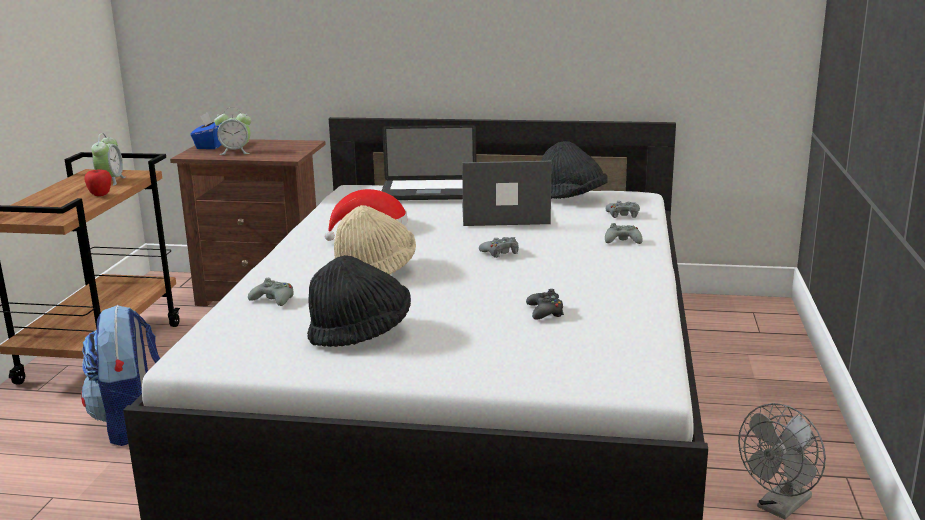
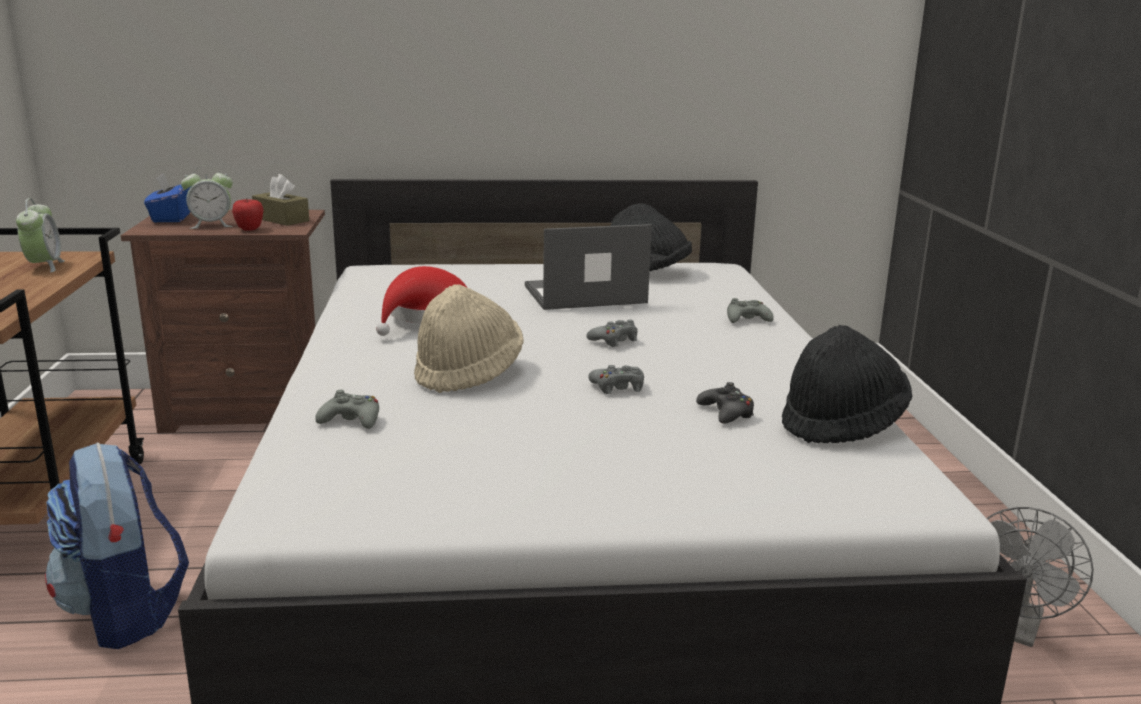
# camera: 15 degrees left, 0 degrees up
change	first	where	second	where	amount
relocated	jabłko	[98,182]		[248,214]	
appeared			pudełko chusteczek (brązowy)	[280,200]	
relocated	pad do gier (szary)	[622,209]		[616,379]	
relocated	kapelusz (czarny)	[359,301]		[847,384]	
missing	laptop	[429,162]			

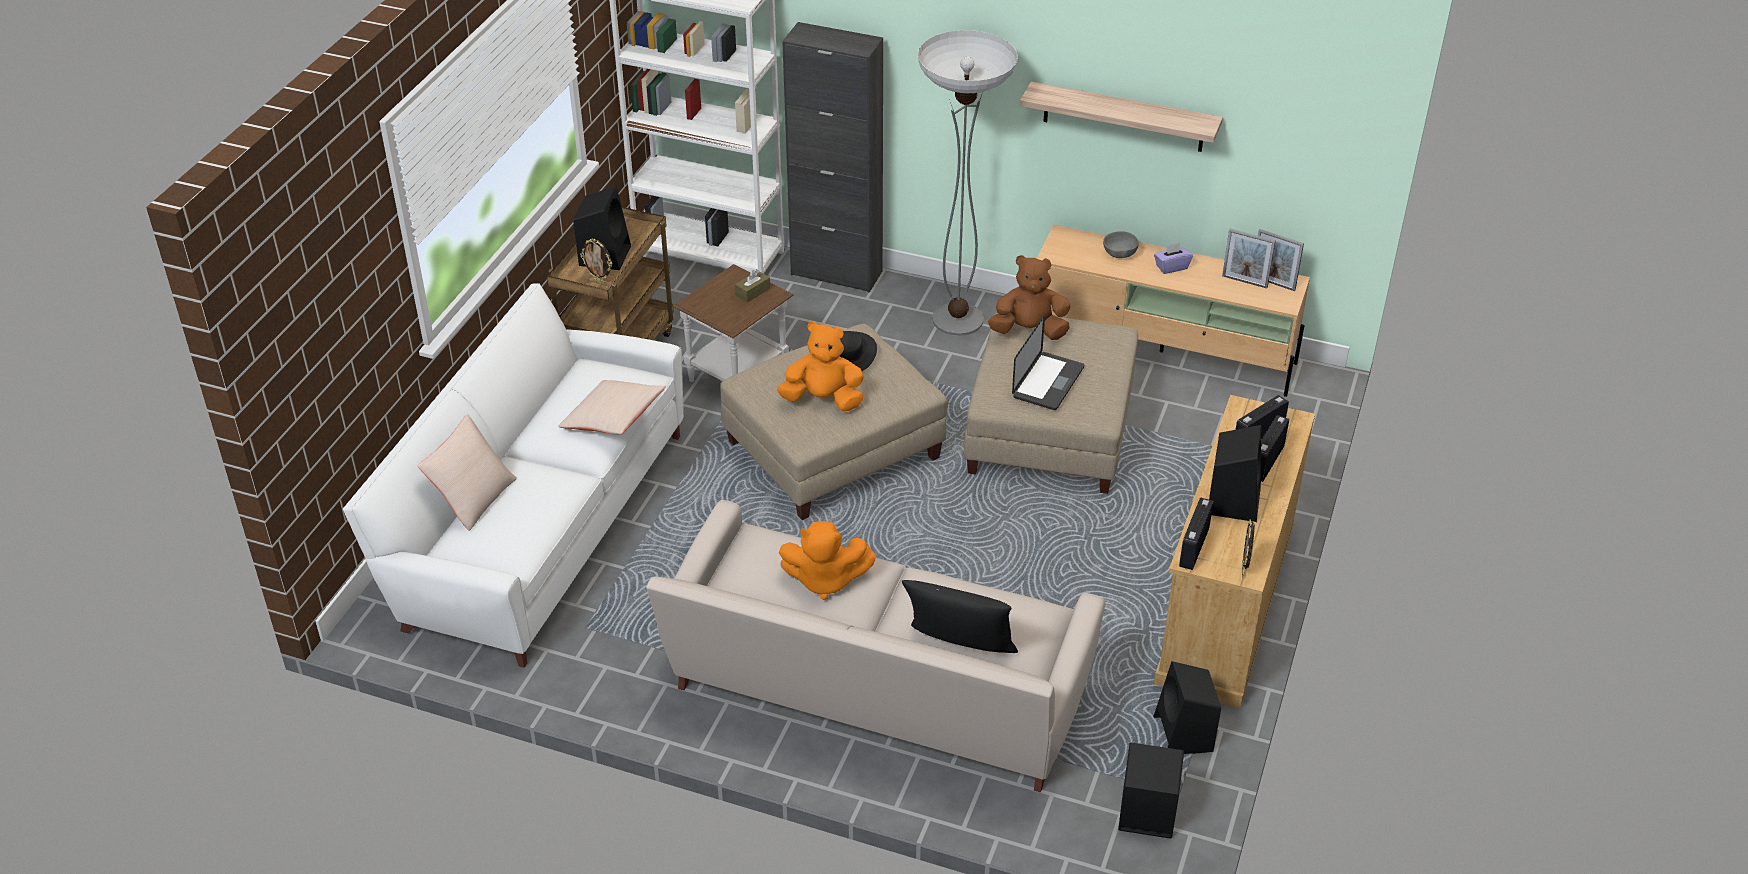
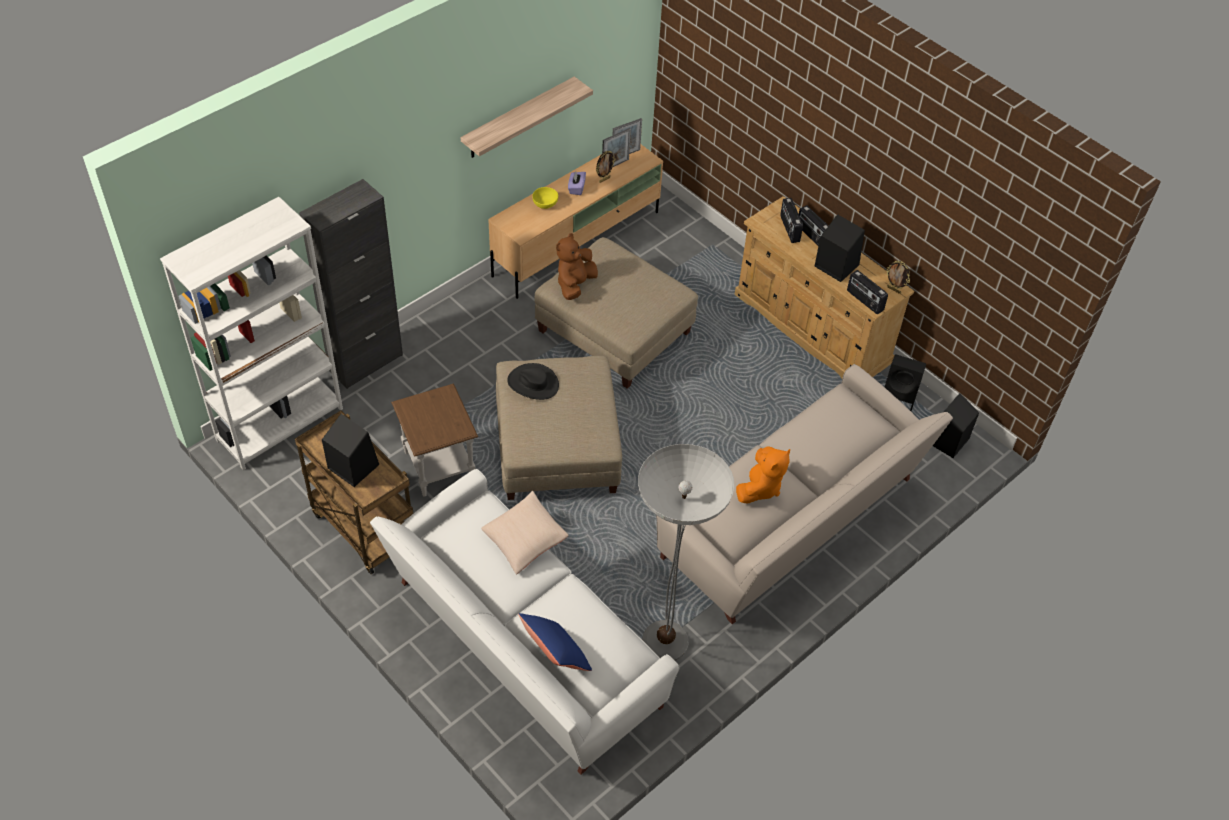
# camera: 65 degrees left, 10 degrees up
change	first	where	second	where	amount
colour	poduszka (beżowy)	[467,472]	poduszka (niebieski)	[555,642]	
colour	miska (szary)	[1121,244]	miska (żółty)	[545,198]	
relocated	ramka na zdjęcie	[596,262]		[606,167]	
relocated	lampa stojąca	[968,183]		[686,552]	
missing	pudełko chusteczek (brązowy)	[752,286]			
missing	pluszak (pomarańczowy)	[820,366]			
missing	poduszka (czarny)	[960,616]			
missing	laptop	[1048,362]			

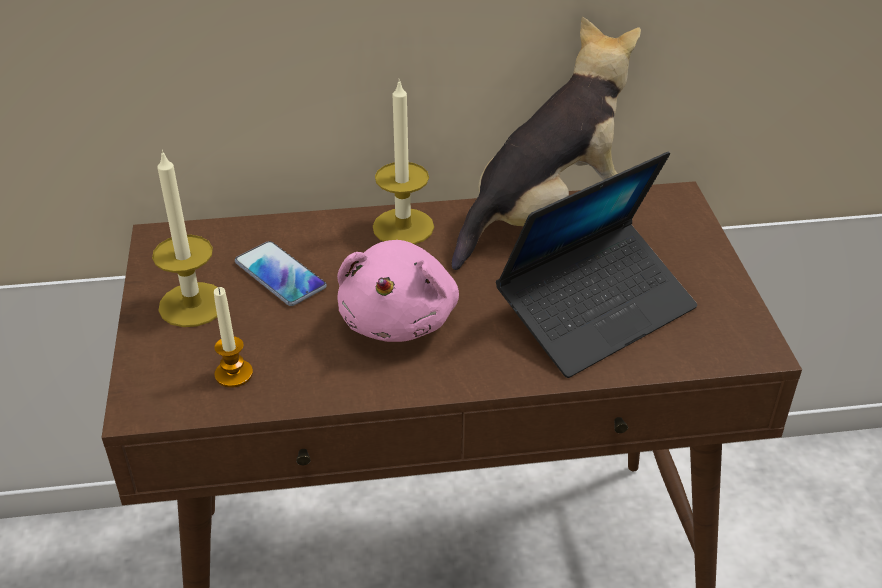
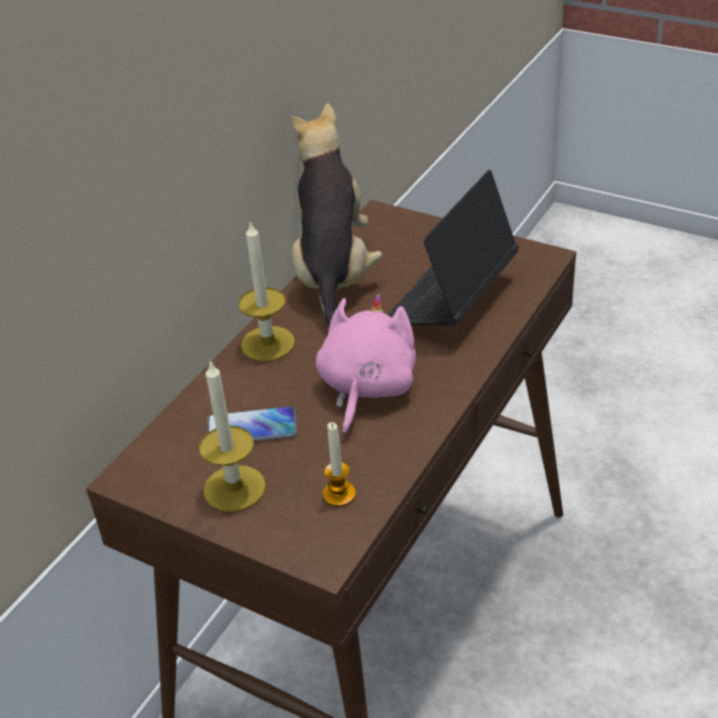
# camera: 50 degrees left, 0 degrees up
change	first	where	second	where	amount
spun	pluszak (różowy)	[398,291]		[366,364]	120 degrees counterclockwise
spun	laptop	[596,264]		[453,248]	150 degrees counterclockwise

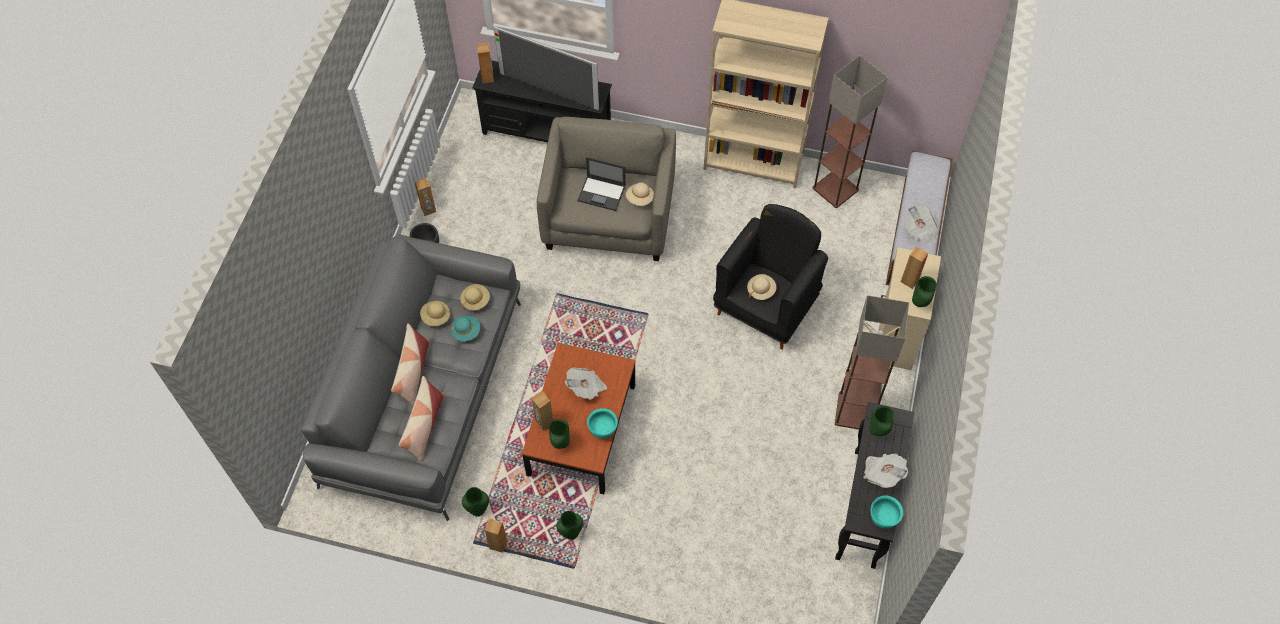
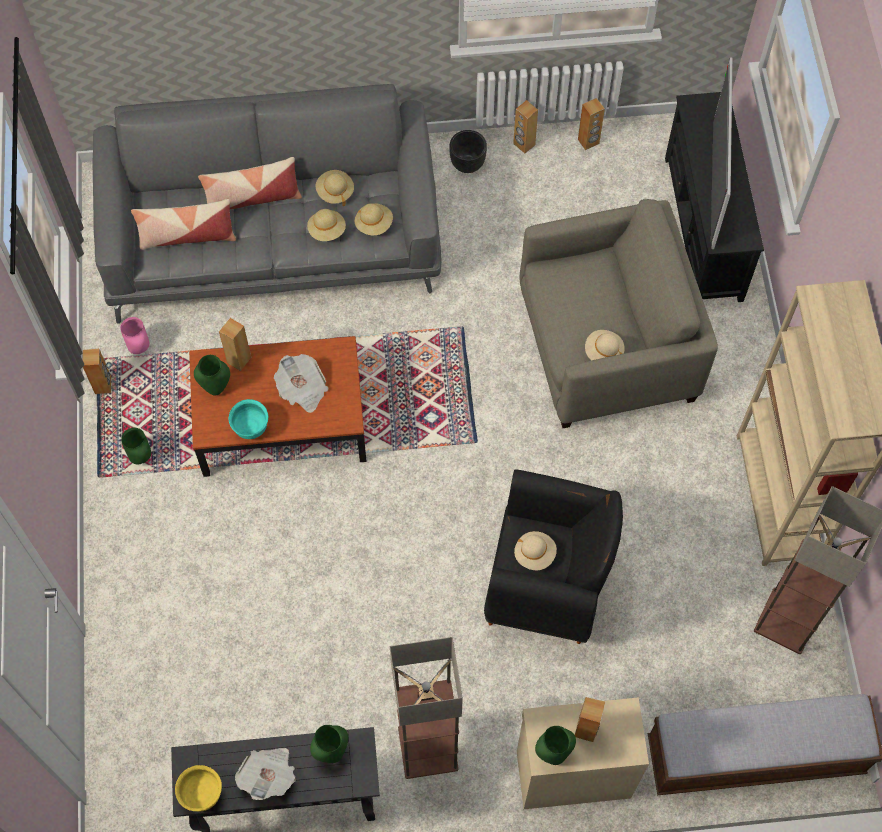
# camera: 70 degrees right, 5 degrees up
change	first	where	second	where	amount
colour	wazon (zielony)	[475,502]	wazon (różowy)	[135,335]	
colour	miska (turkusowy)	[887,512]	miska (żółty)	[198,788]	
colour	kapelusz (turkusowy)	[465,328]	kapelusz (beżowy)	[326,225]	
relocated	głośnik (brązowy)	[485,63]		[591,124]	
missing	laptop	[601,184]			
missing	gazeta	[921,225]			

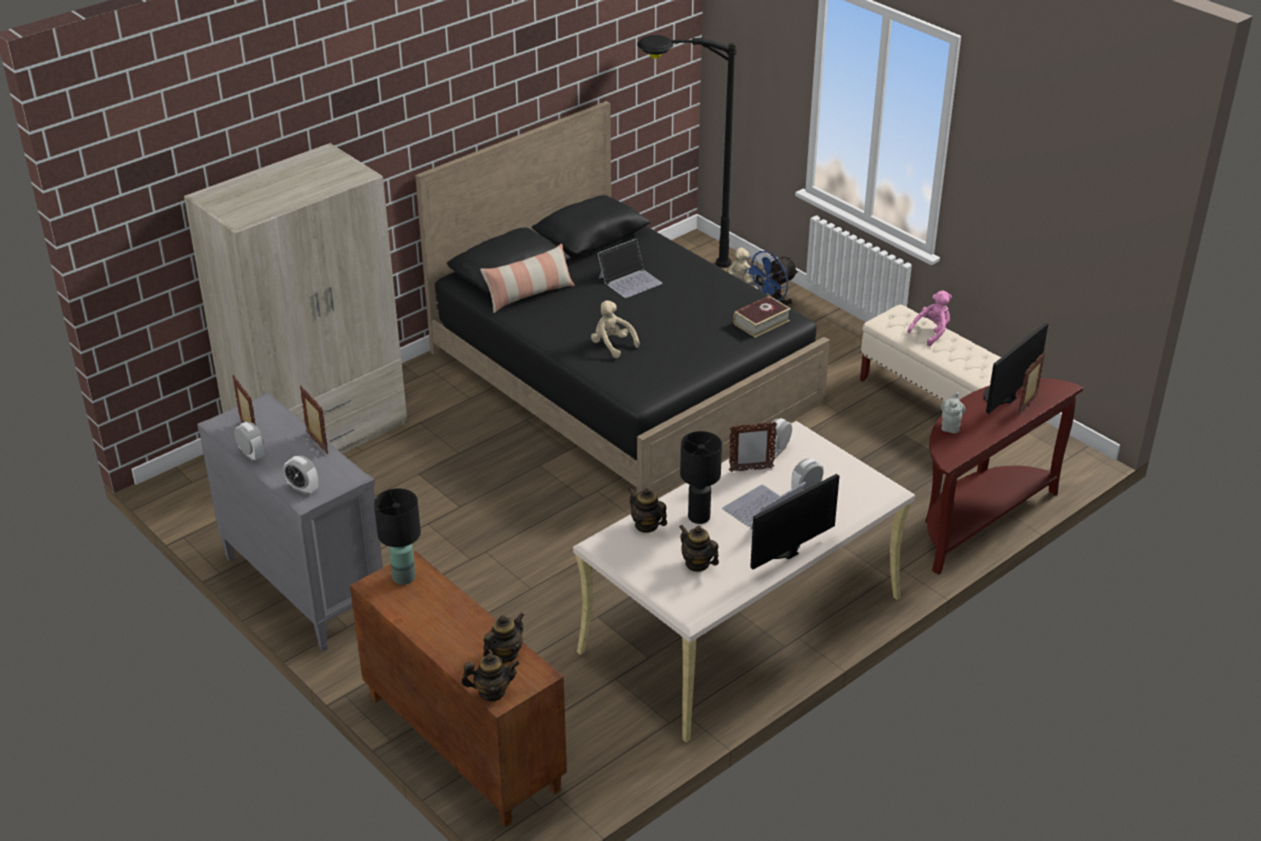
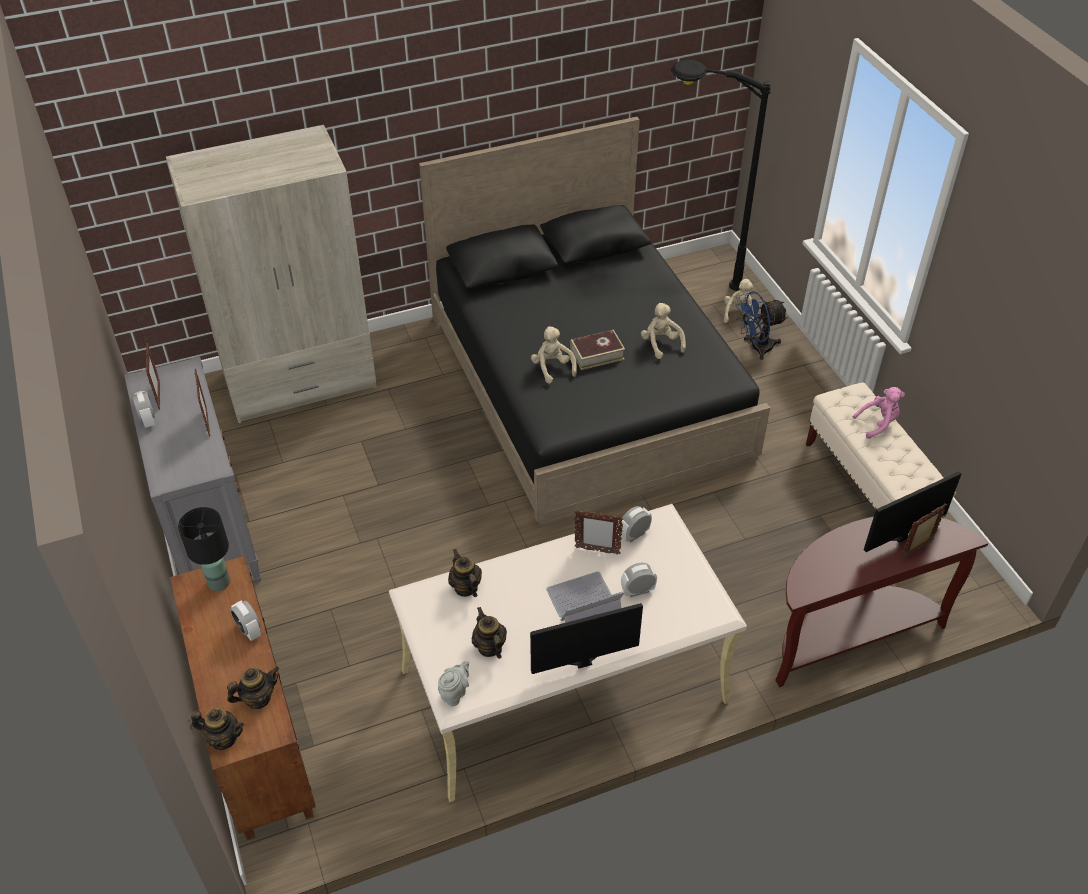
# camera: 20 degrees right, 10 degrees up
change	first	where	second	where	amount
relocated	budzik	[301,475]		[245,620]	
relocated	imbryk (szary)	[953,412]		[453,683]	
relocated	książka	[762,317]		[597,350]	
appeared			pluszak (beżowy)	[663,331]	
missing	poduszka	[527,278]			
missing	laptop	[630,268]			
missing	lampa stołowa (czarny)	[701,477]			

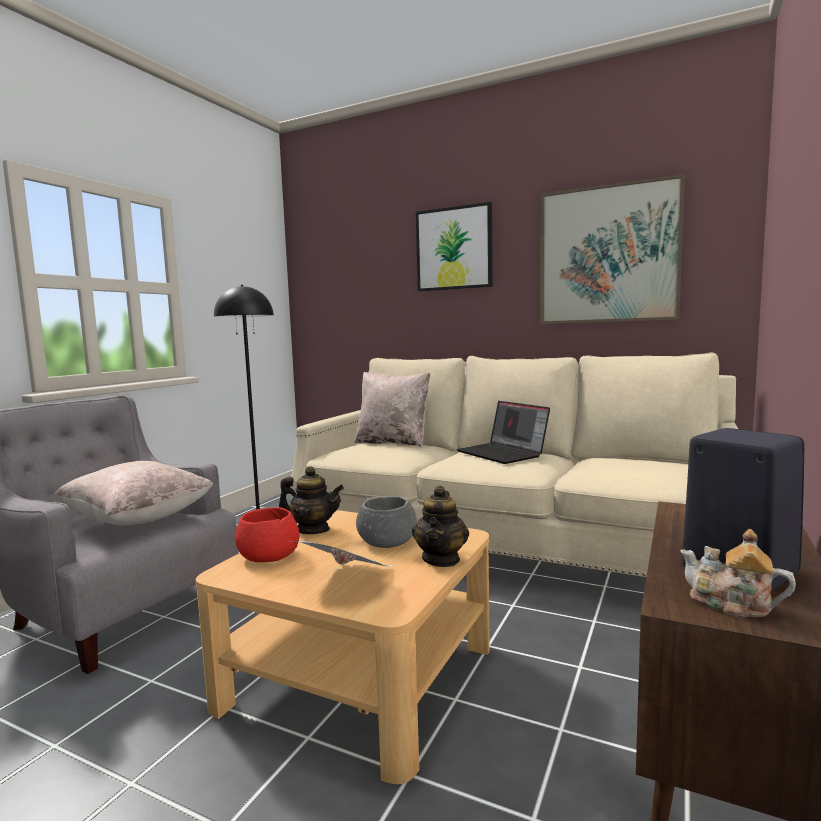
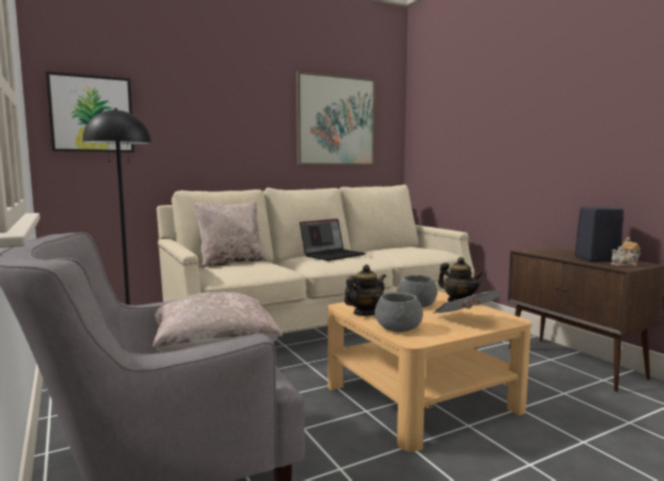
# camera: 55 degrees left, 0 degrees up
change	first	where	second	where	amount
relocated	obraz	[454,246]		[90,112]	
spun	laptop	[503,432]		[332,240]	45 degrees counterclockwise
colour	miska (czerwony)	[267,534]	miska (szary)	[399,312]	

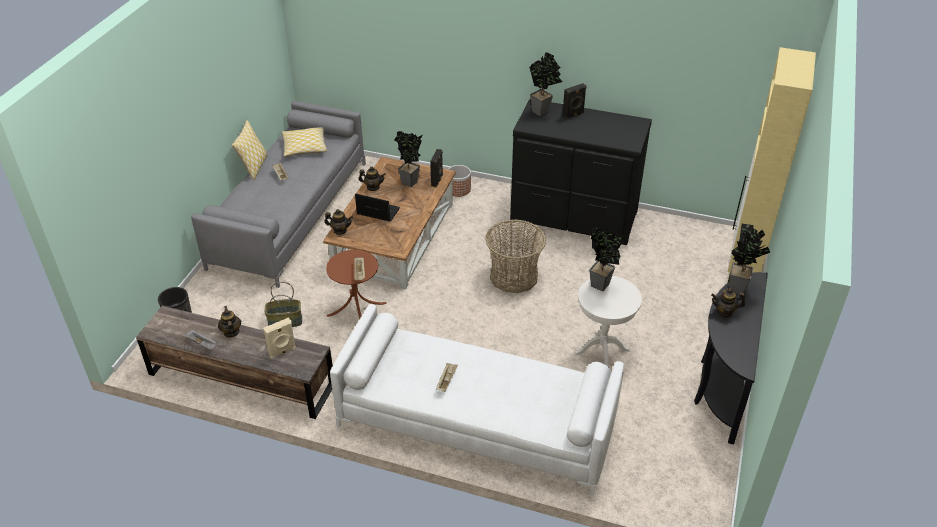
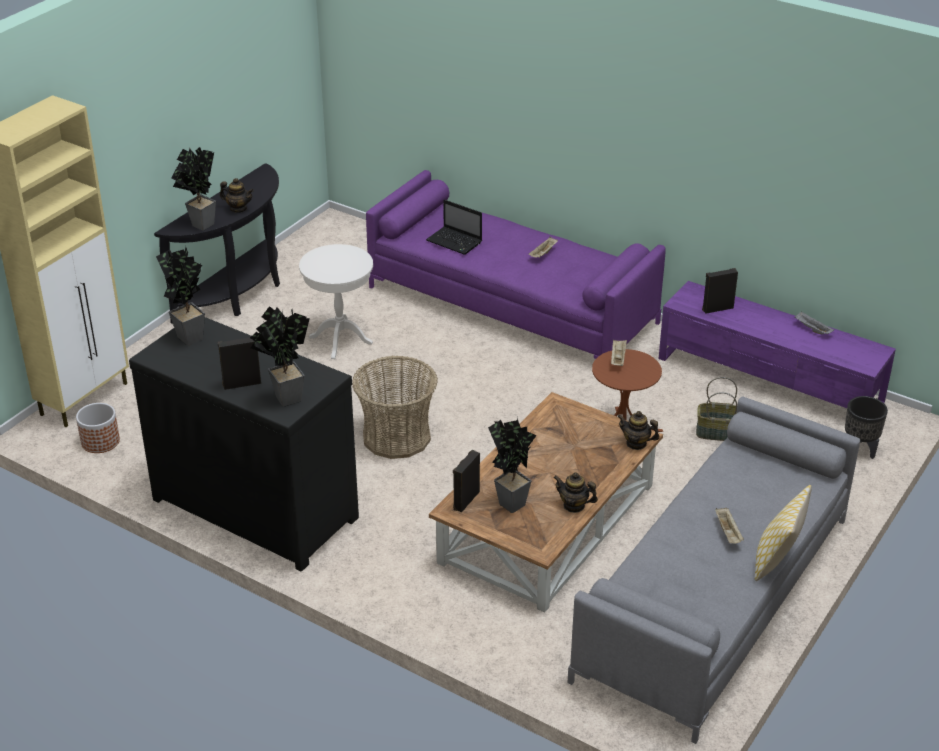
# camera: 165 degrees left, 5 degrees down
change	first	where	second	where	amount
relocated	donica	[459,181]		[98,428]	
relocated	roślina doniczkowa	[606,259]		[180,296]	
colour	kanapa (biały)	[477,400]	kanapa (fioletowy)	[516,264]	
relocated	laptop	[377,207]		[454,227]	
colour	szafka pod telewizor (brązowy)	[234,362]	szafka pod telewizor (fioletowy)	[777,344]	
colour	głośnik (beżowy)	[279,338]	głośnik (czarny)	[720,290]	
missing	imbryk	[229,322]			
missing	poduszka	[304,142]			

